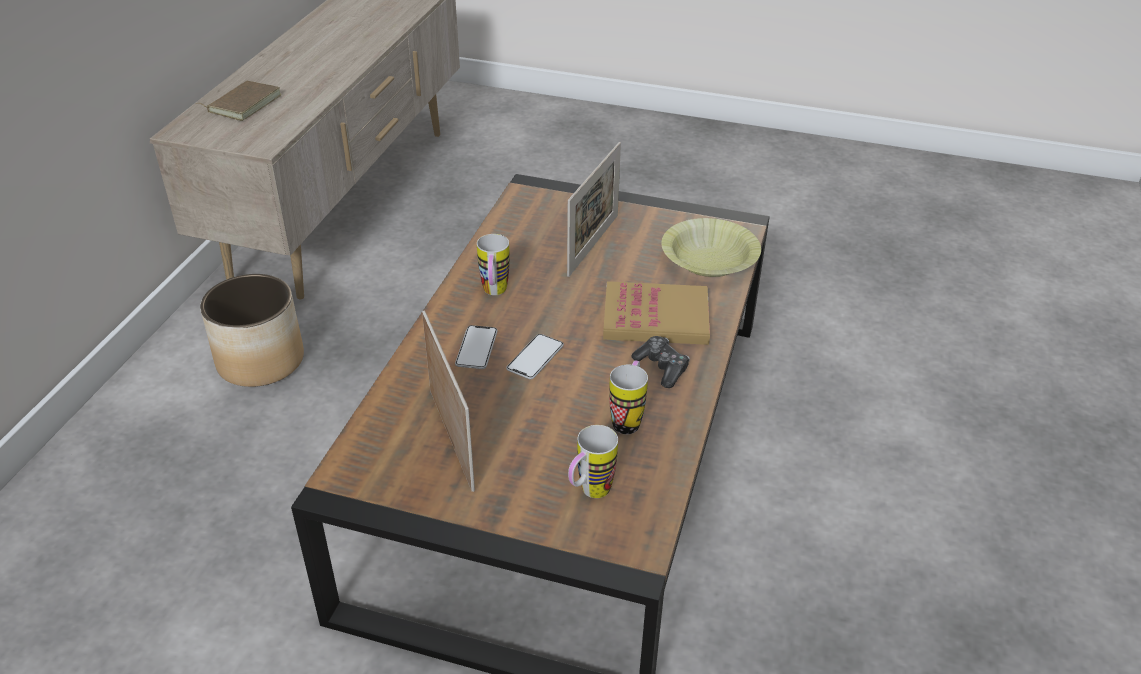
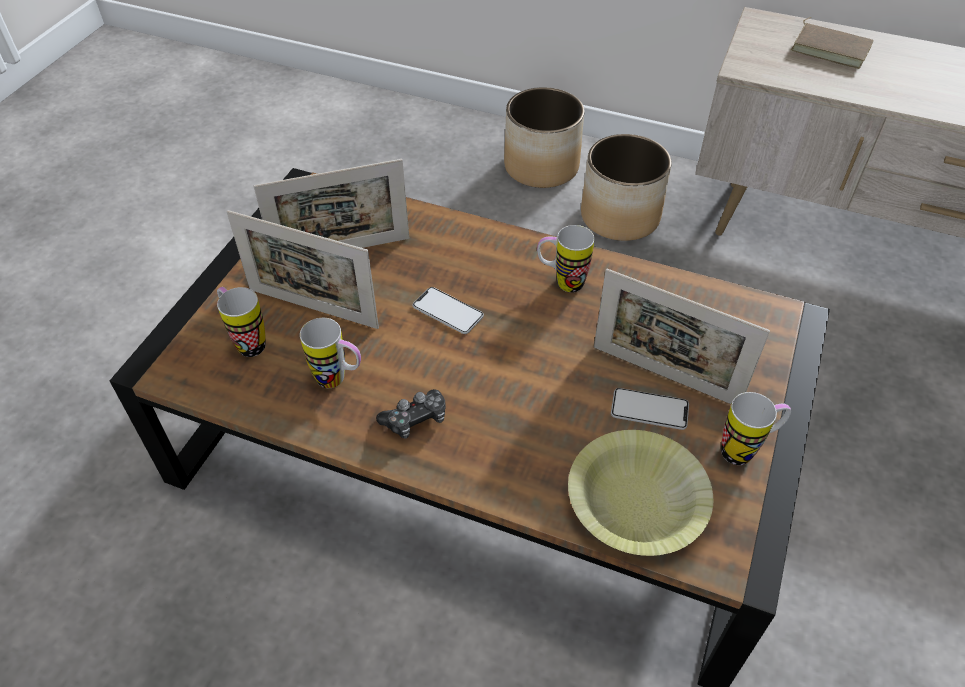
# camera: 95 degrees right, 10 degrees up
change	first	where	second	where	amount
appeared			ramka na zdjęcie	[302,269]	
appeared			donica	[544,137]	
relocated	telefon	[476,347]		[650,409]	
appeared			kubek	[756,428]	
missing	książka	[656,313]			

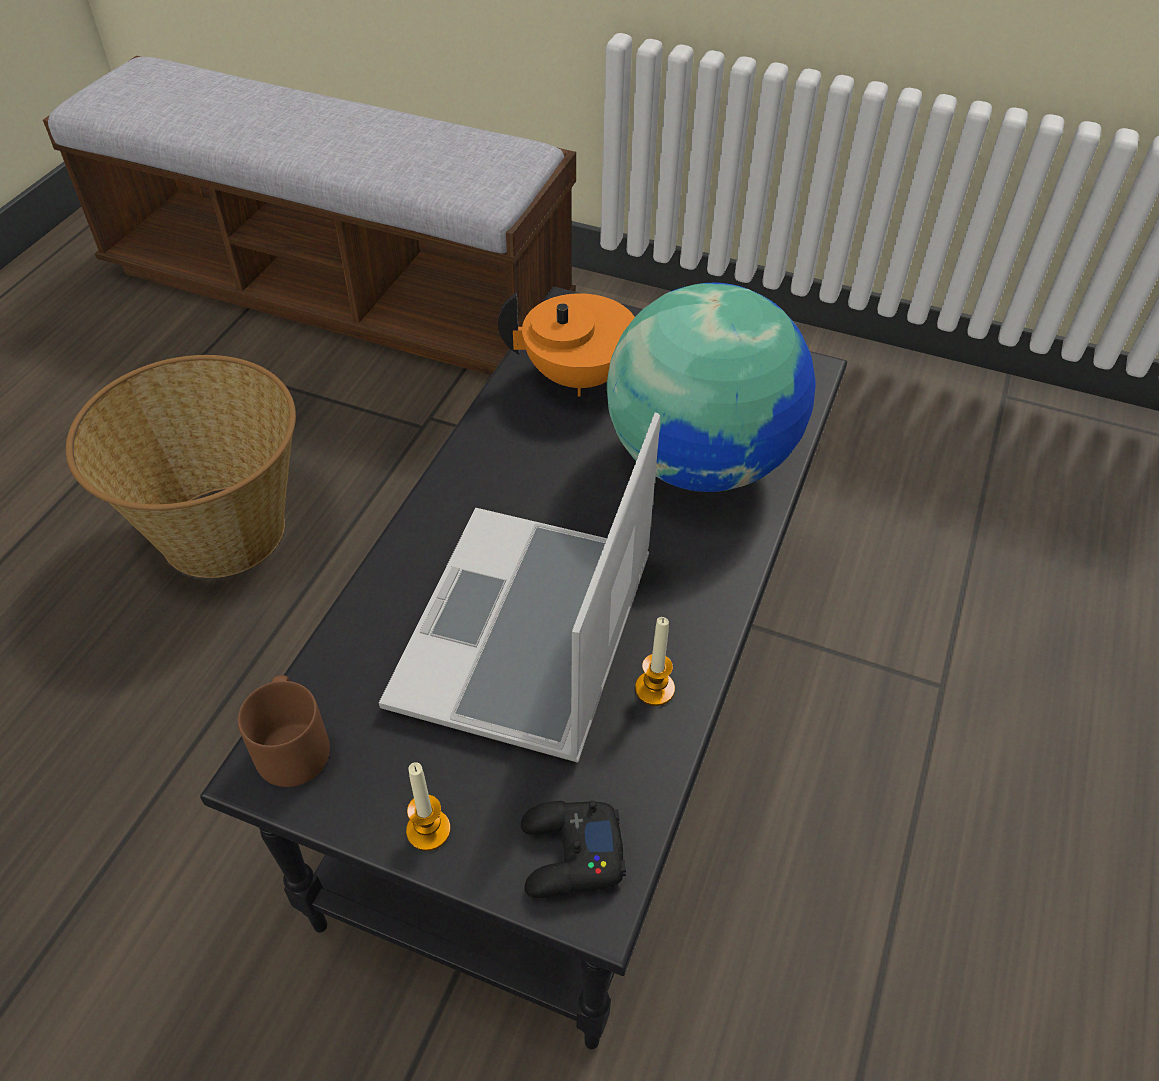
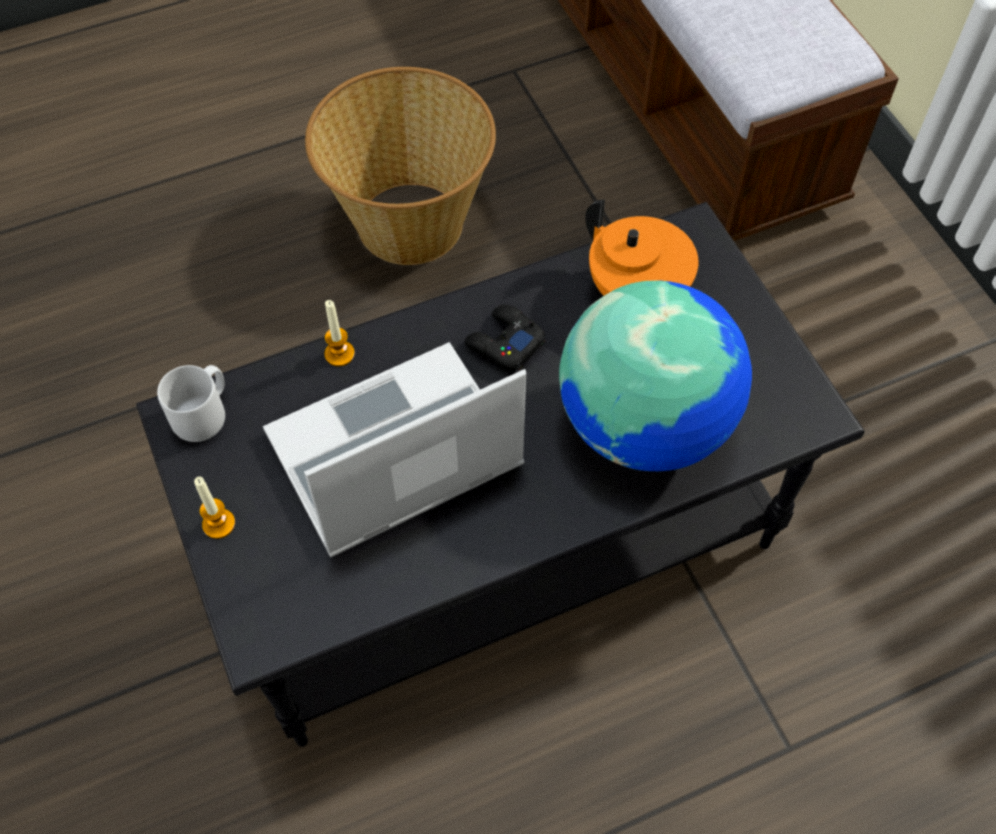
# camera: 45 degrees right, 10 degrees up
change	first	where	second	where	amount
colour	kubek (brązowy)	[284,731]	kubek (szary)	[191,403]	
relocated	świeca	[655,661]		[339,333]	
relocated	pad do gier (czarny)	[573,849]		[504,337]	

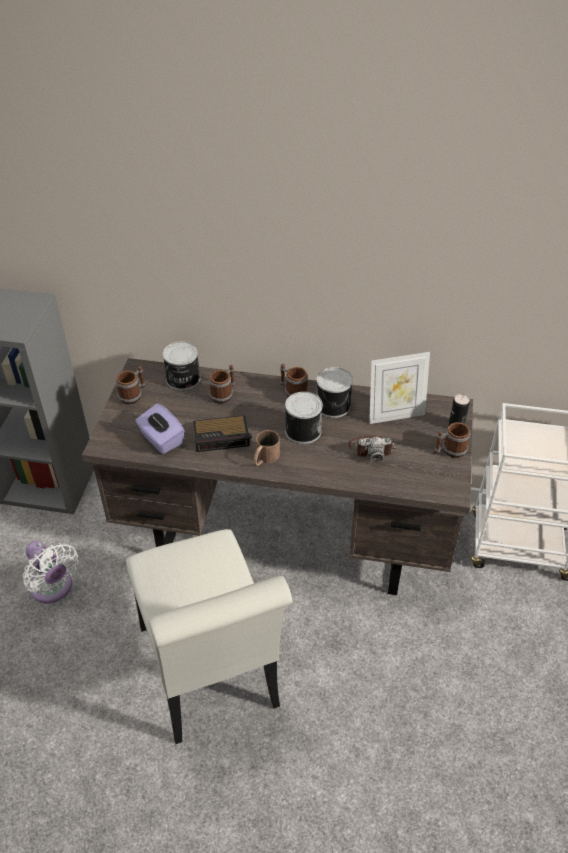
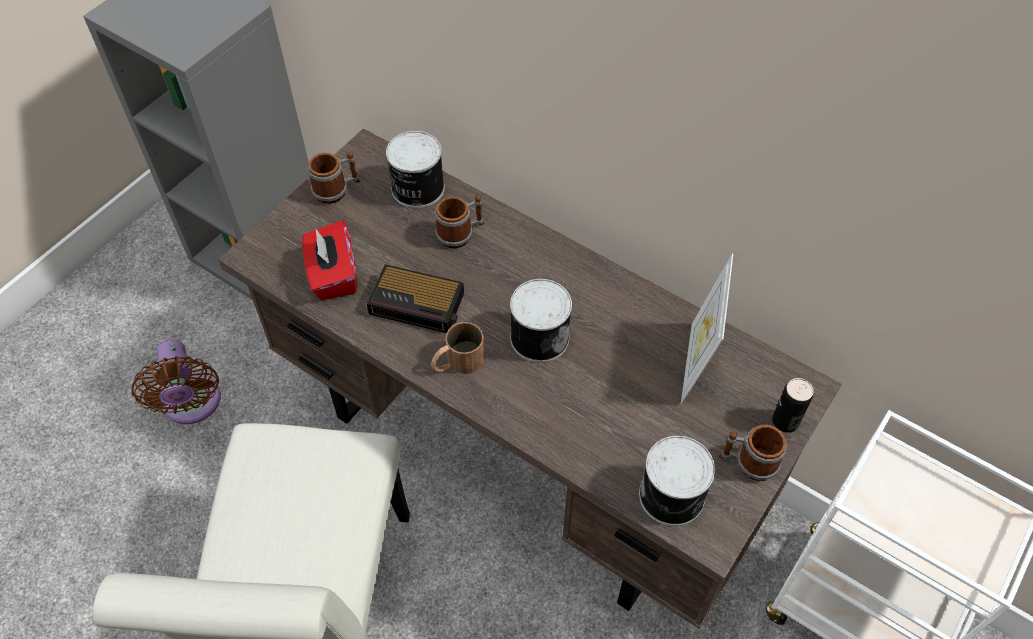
# camera: 25 degrees right, 10 degrees up
change	first	where	second	where	amount
colour	wentylator (biały)	[50,572]	wentylator (brązowy)	[176,381]	
colour	pudełko chusteczek (fioletowy)	[160,428]	pudełko chusteczek (czerwony)	[329,260]	
relocated	puszka	[334,392]		[677,481]	
spun	ramka na zdjęcie	[399,388]		[707,329]	90 degrees clockwise
missing	kubek	[294,380]			
missing	aparat fotograficzny	[371,449]			

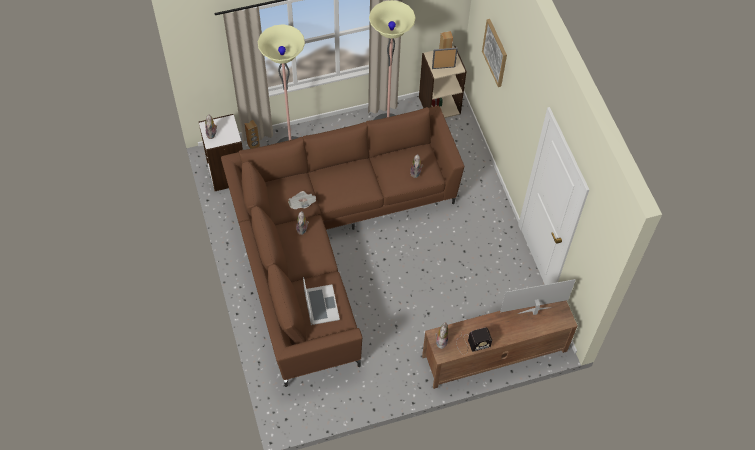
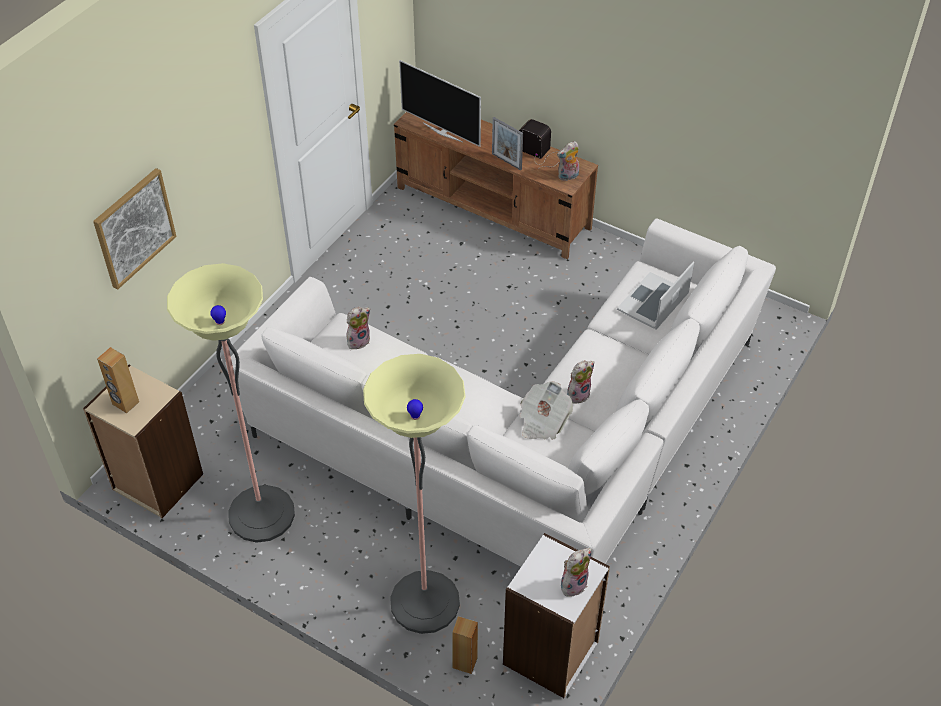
# camera: 130 degrees left, 10 degrees down
change	first	where	second	where	amount
colour	kanapa (brązowy)	[342,246]	kanapa (biały)	[501,392]	
relocated	ramka na zdjęcie	[445,58]		[507,143]	

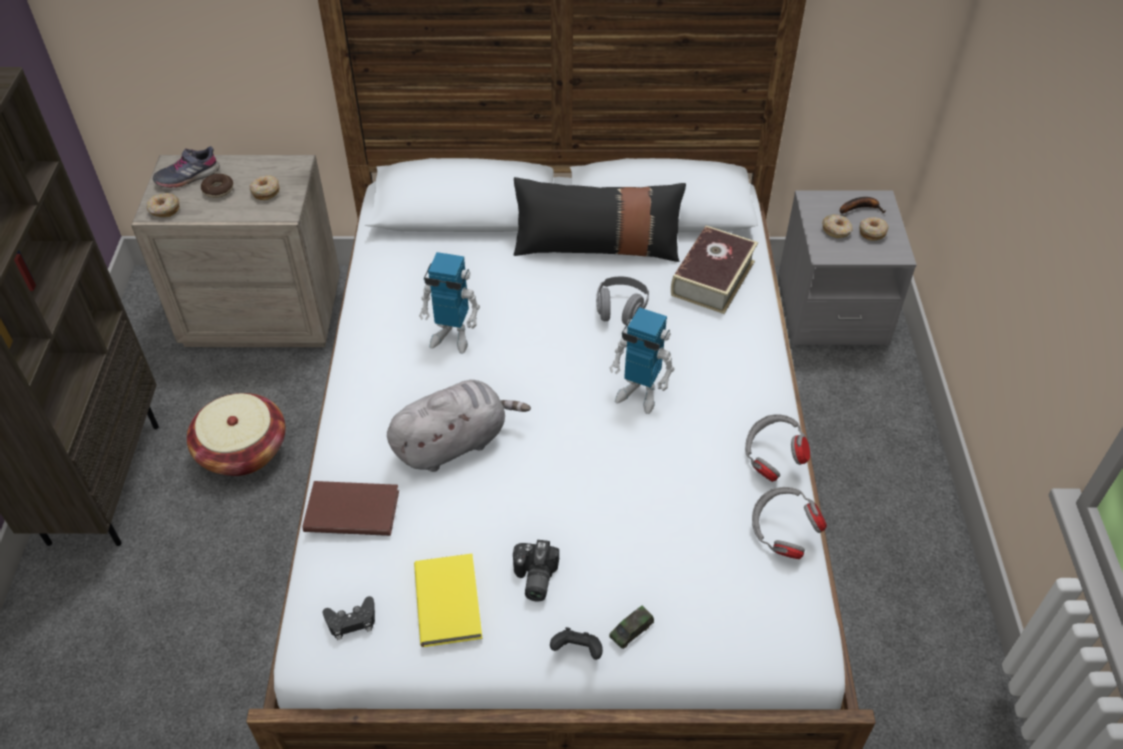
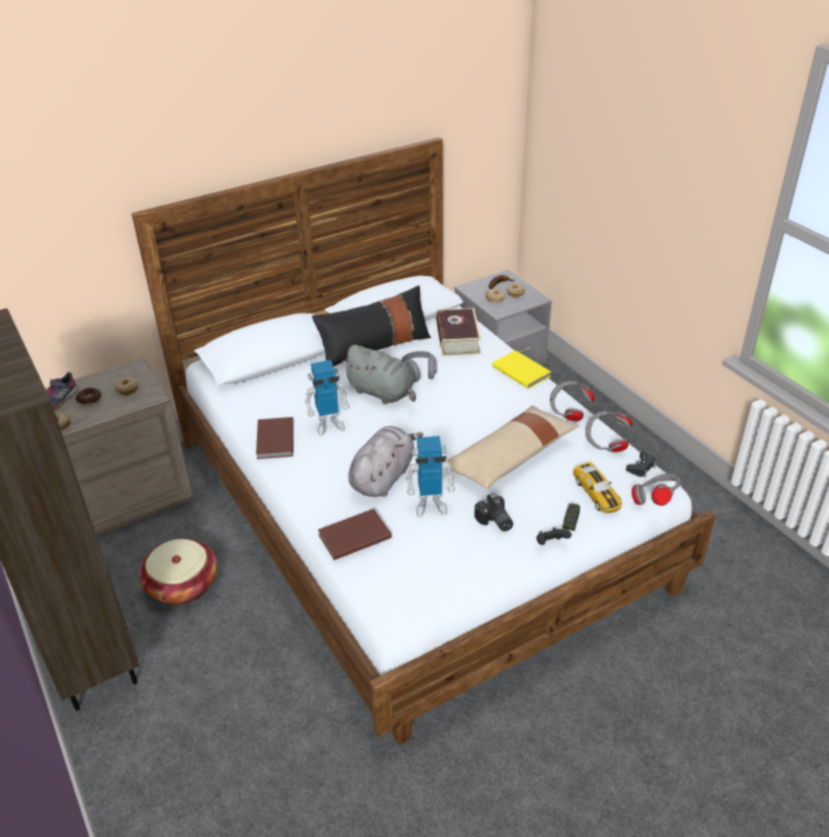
# camera: 30 degrees left, 10 degrees down
change	first	where	second	where	amount
appeared			książka (brązowy)	[275,438]	
appeared			pluszak (szary)	[378,374]	
relocated	robot zabawkowy	[641,360]		[430,476]	
appeared			poduszka (beżowy)	[512,447]	
relocated	książka (żółty)	[448,600]		[521,369]	
appeared			samochodzik	[597,487]	
relocated	pad do gier (czarny)	[348,618]		[641,464]	
appeared			słuchawki (szary)	[656,490]	

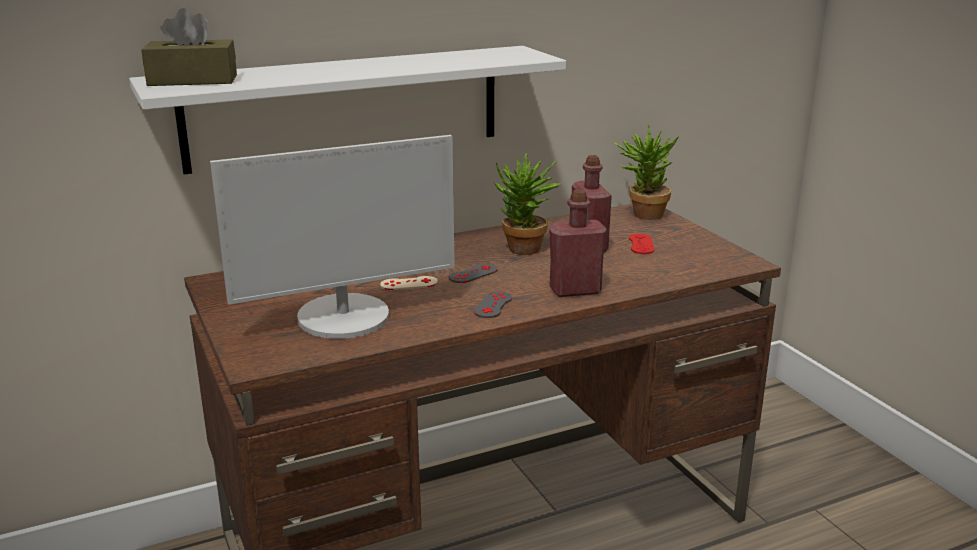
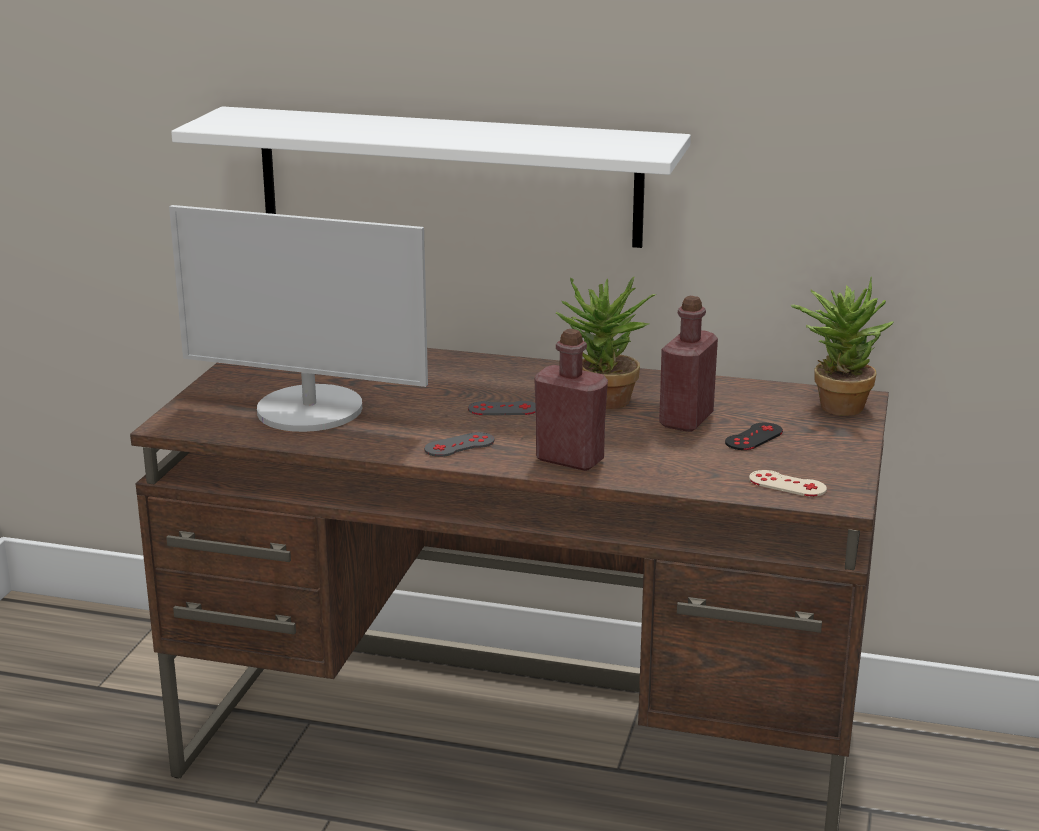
# camera: 40 degrees right, 0 degrees up
change	first	where	second	where	amount
colour	pad do gier (czerwony)	[641,244]	pad do gier (czarny)	[754,436]	
relocated	pad do gier (beżowy)	[409,283]		[788,483]	
missing	pudełko chusteczek (brązowy)	[189,47]			

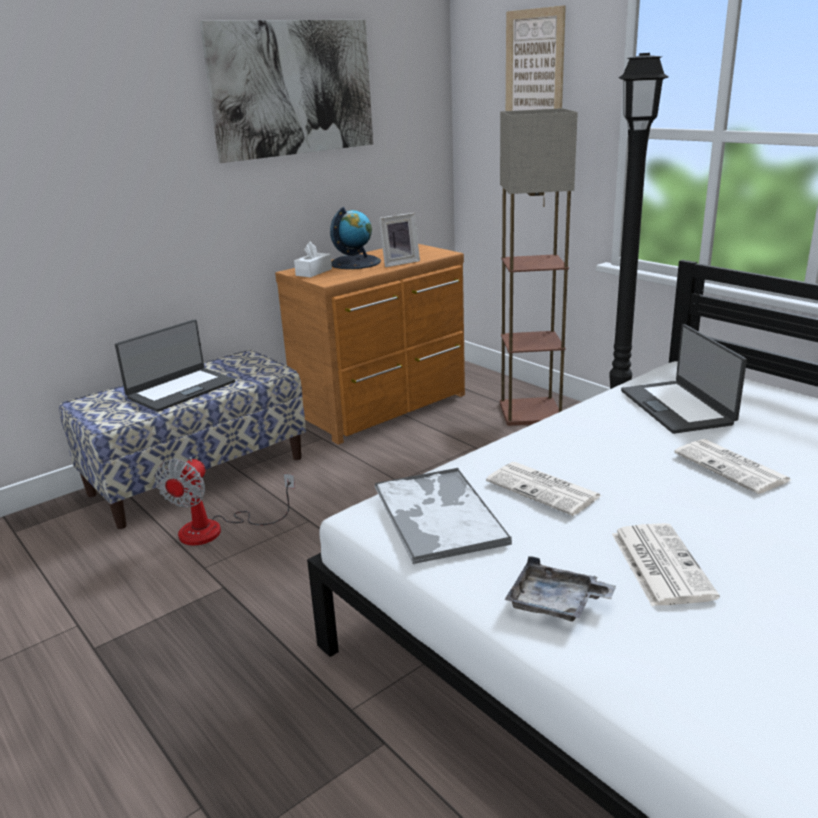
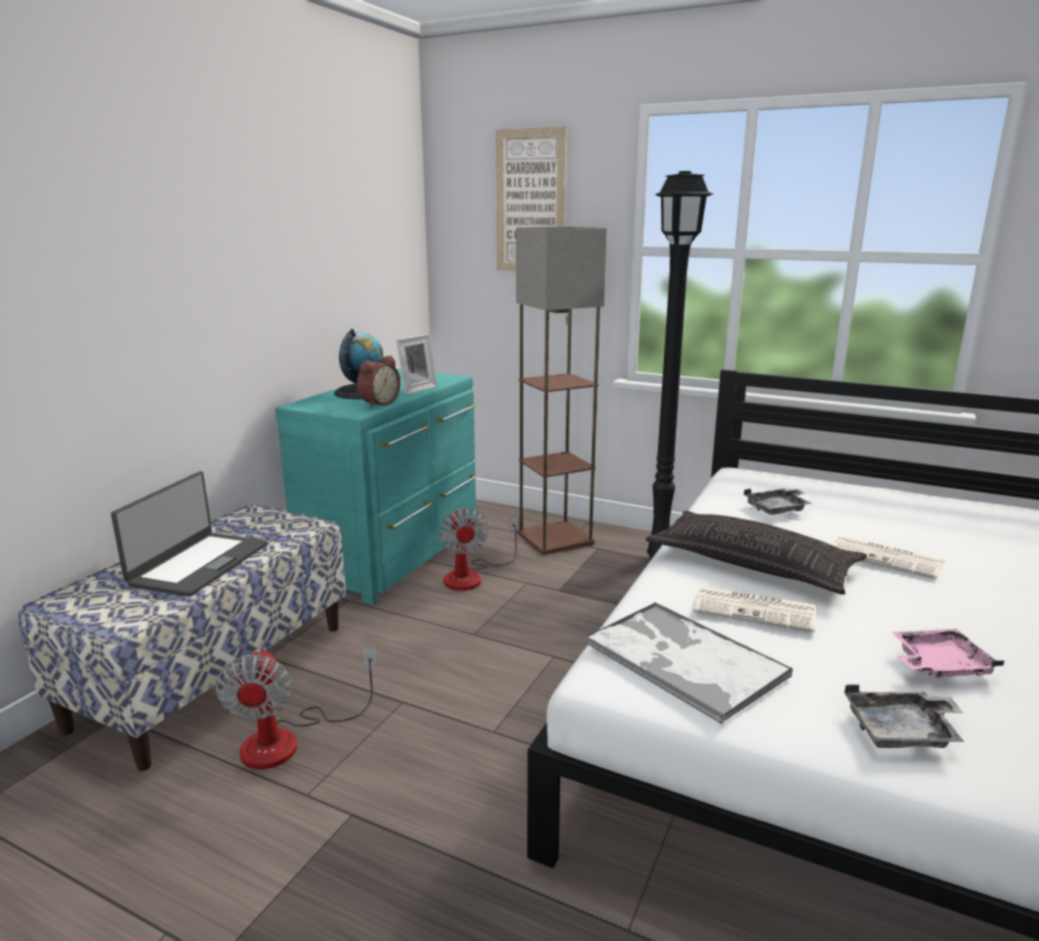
# camera: 25 degrees left, 5 degrees down
change	first	where	second	where	amount
colour	komoda (brązowy)	[370,344]	komoda (turkusowy)	[375,486]	
appeared			budzik	[378,382]	
appeared			wentylator	[479,549]	
appeared			poduszka	[756,553]	
exchanged	laptop	[684,379]	taca (szary)	[778,501]	
exchanged	gazeta	[666,564]	taca (różowy)	[948,653]	
missing	obraz	[286,91]			
missing	pudełko chusteczek (biały)	[313,260]			

